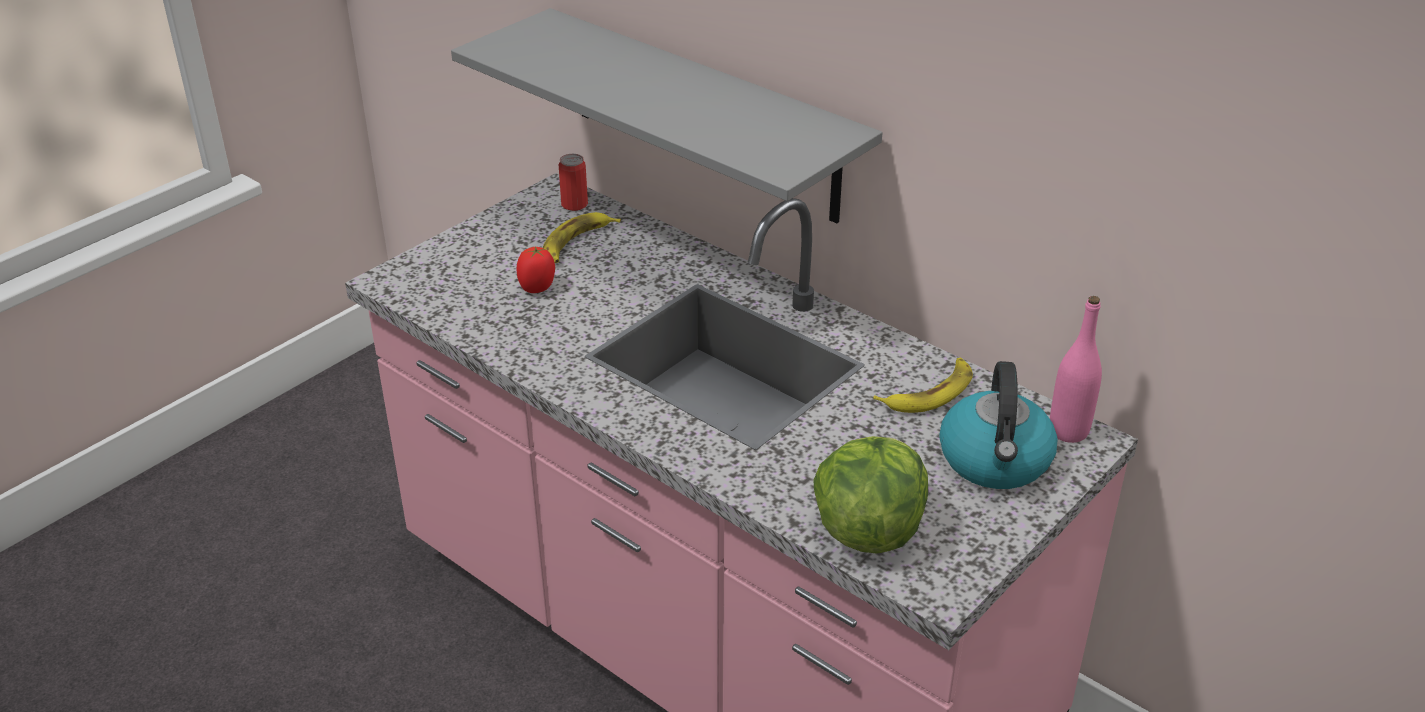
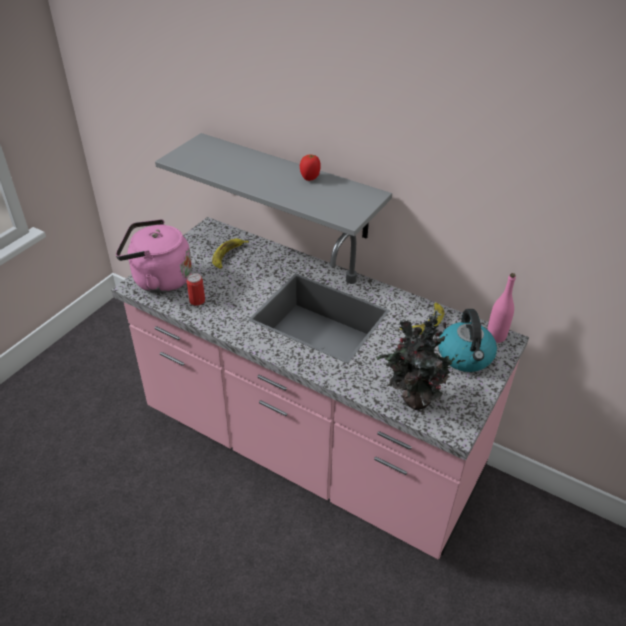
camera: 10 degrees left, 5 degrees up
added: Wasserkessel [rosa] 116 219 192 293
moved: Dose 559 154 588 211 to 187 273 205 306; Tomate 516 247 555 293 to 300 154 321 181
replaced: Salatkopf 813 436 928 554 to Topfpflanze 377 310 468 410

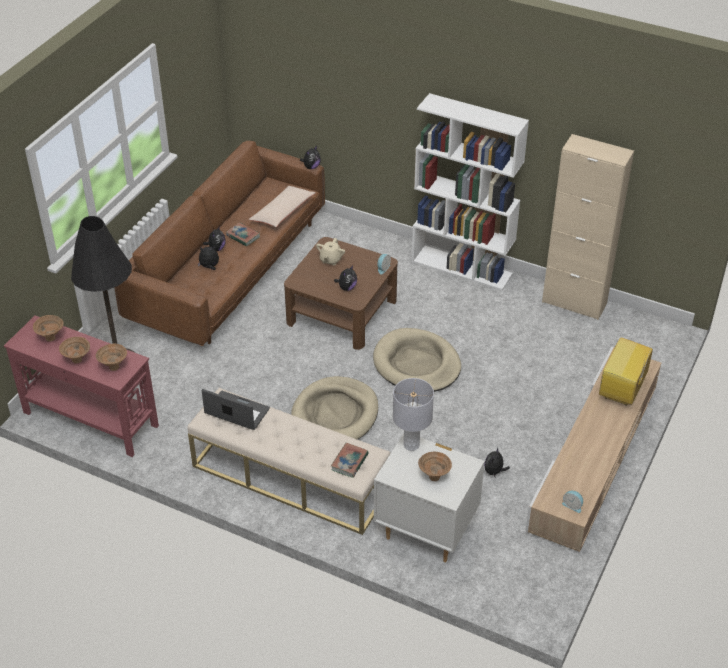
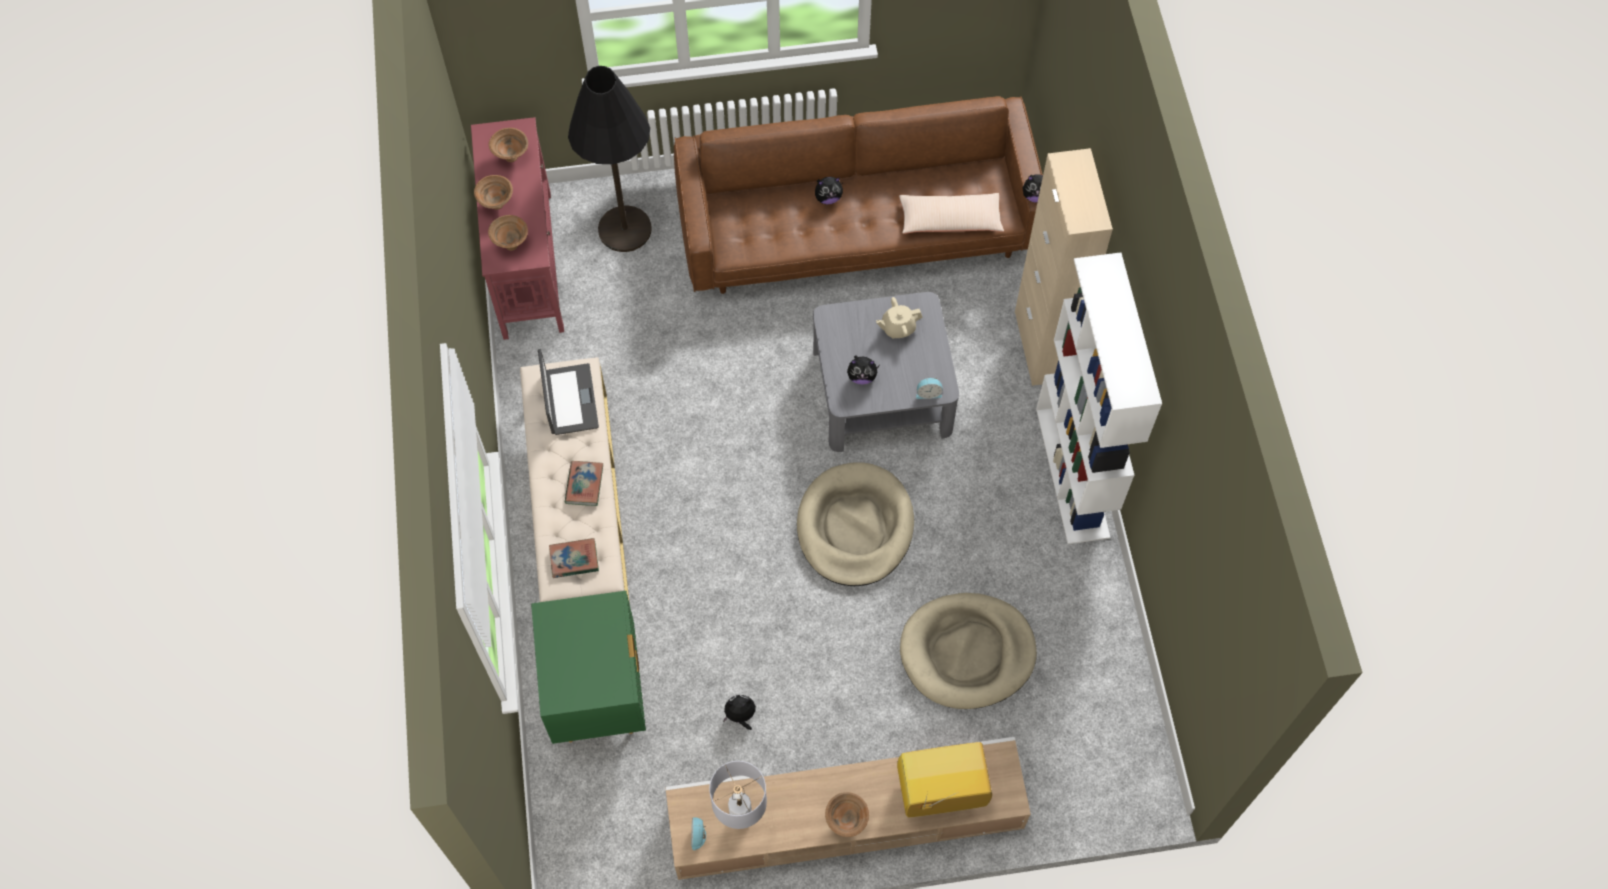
camera: 55 degrees right, 20 degrees up
removed: Plüschtier 198 246 219 270
moved: Buch 226 223 260 247 to 565 461 603 506; Tischlampe [grau] 393 378 434 451 to 709 761 767 829; Schüssel [braun] 418 452 452 481 to 825 792 869 837; Hundebett [beige] 291 376 378 440 to 900 593 1037 709; Schrank [beige] 542 134 634 320 to 1015 148 1113 386
recoloured: Nachttisch [weiß] 374 434 485 562 to Nachttisch [grün] 531 591 646 744; Couchtisch [braun] 284 237 398 350 to Couchtisch [grau] 813 292 959 452

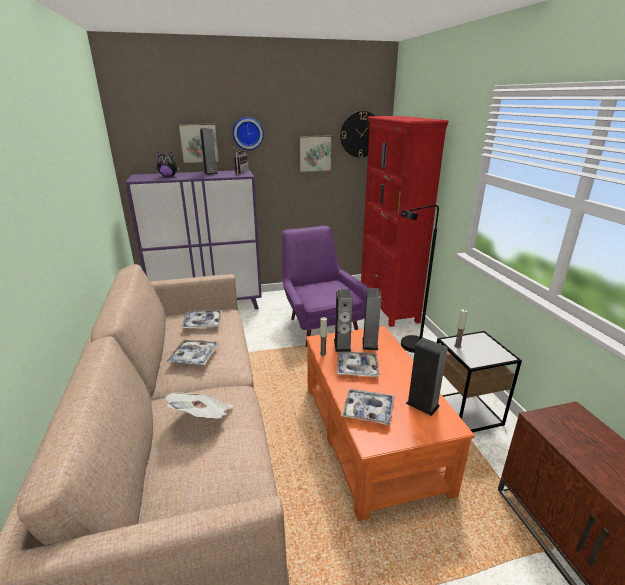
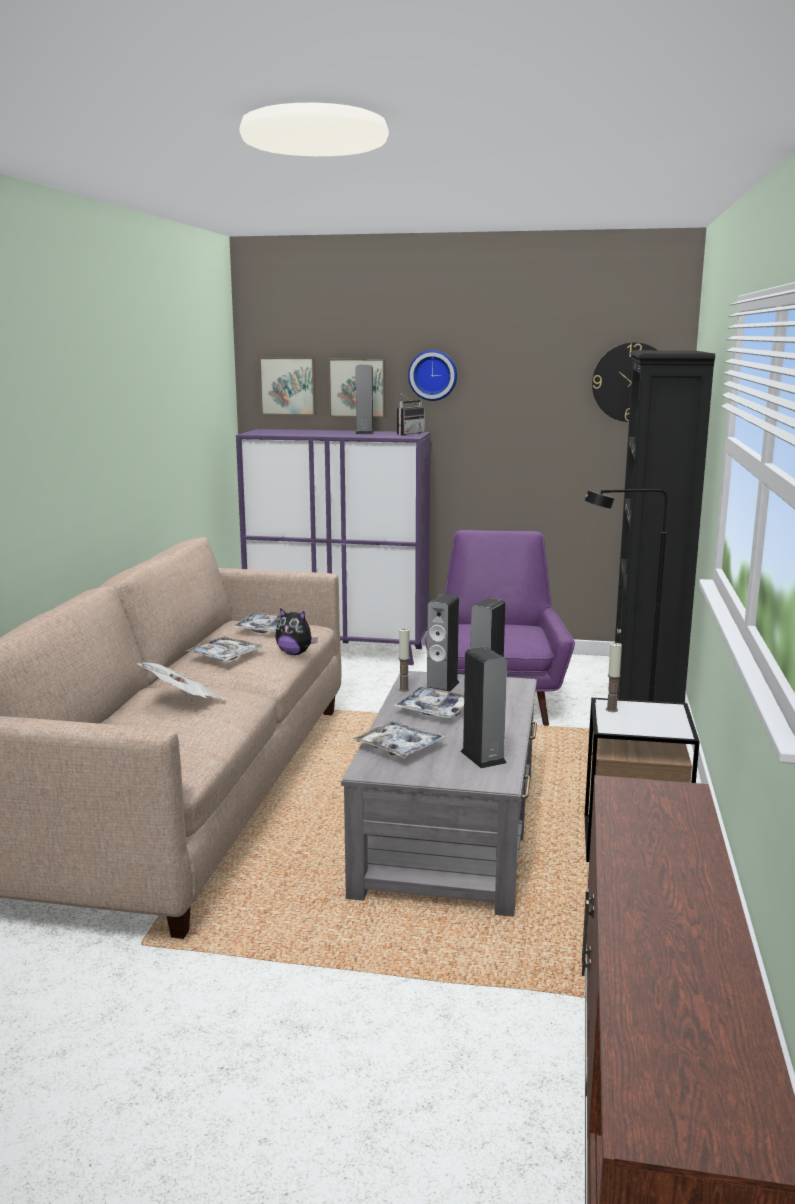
camera: 25 degrees right, 10 degrees down
moved: Bild 298 135 332 172 to 259 357 316 416; Plüschtier 157 152 180 177 to 275 608 318 655
recoloured: Couchtisch [orange] 306 326 475 521 to Couchtisch [grau] 341 671 537 917; Bücherregal [rot] 361 116 449 327 to Bücherregal [schwarz] 615 350 715 703

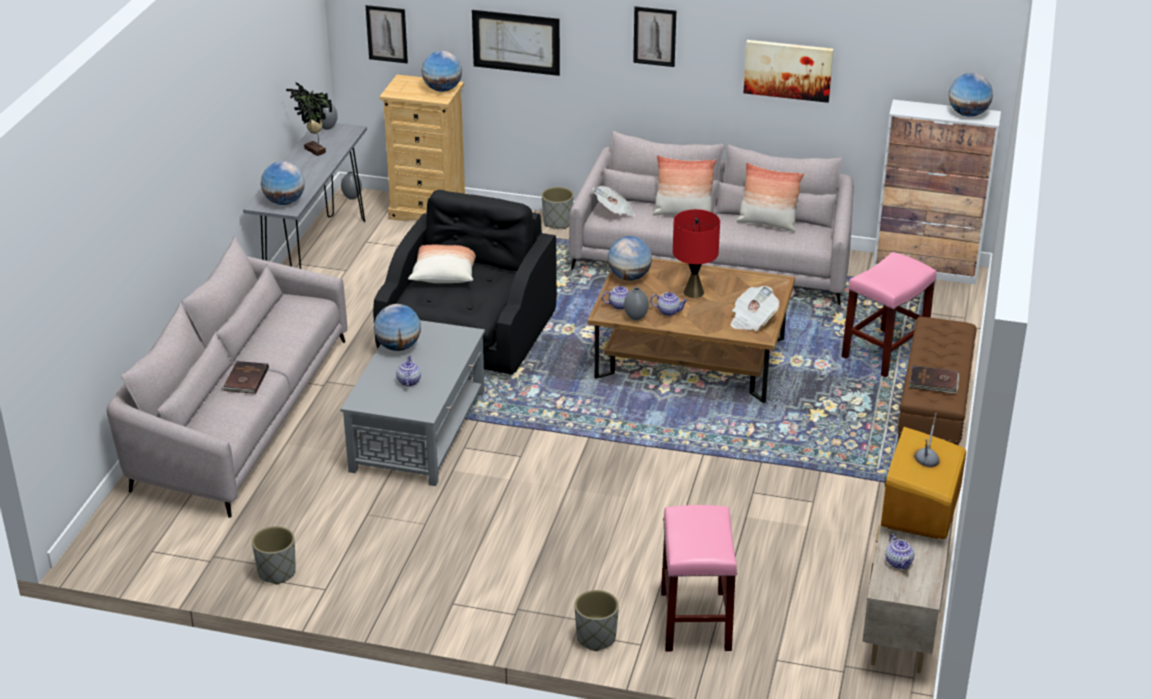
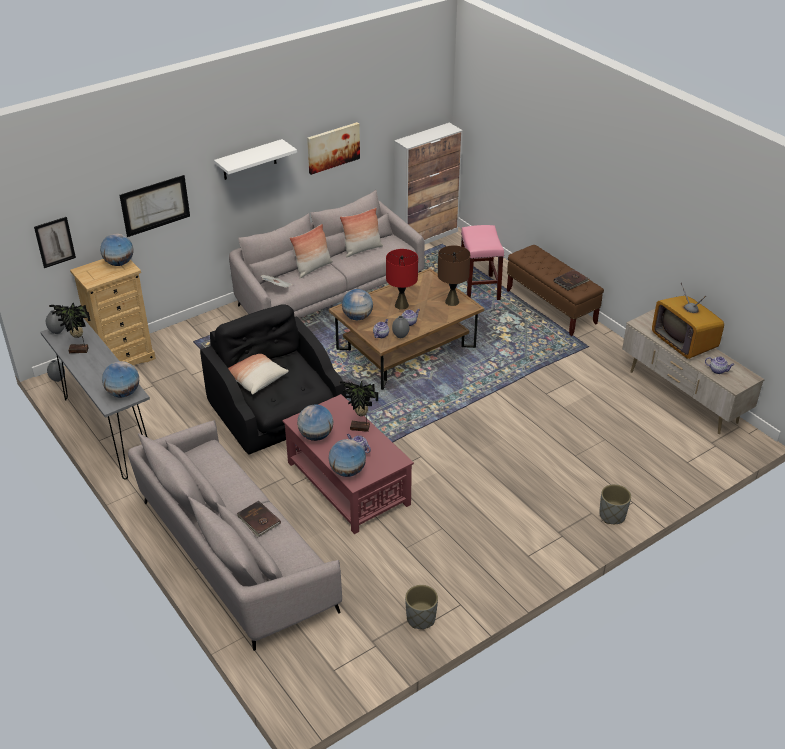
camera: 50 degrees left, 5 degrees up
removed: Pflanzkübel [grau] 542 187 574 229; Hocker [rosa] 661 505 737 652
added: Topfpflanze 340 380 378 432
moved: Globus 949 73 993 117 to 328 439 366 477
replaced: Bild 633 6 676 67 to Wandregal [weiß] 214 139 297 180; Zeitung 730 286 779 331 to Tischlampe [braun] 438 245 470 306
recoloured: Couchtisch [grau] 340 320 485 486 to Couchtisch [rot] 282 394 414 534

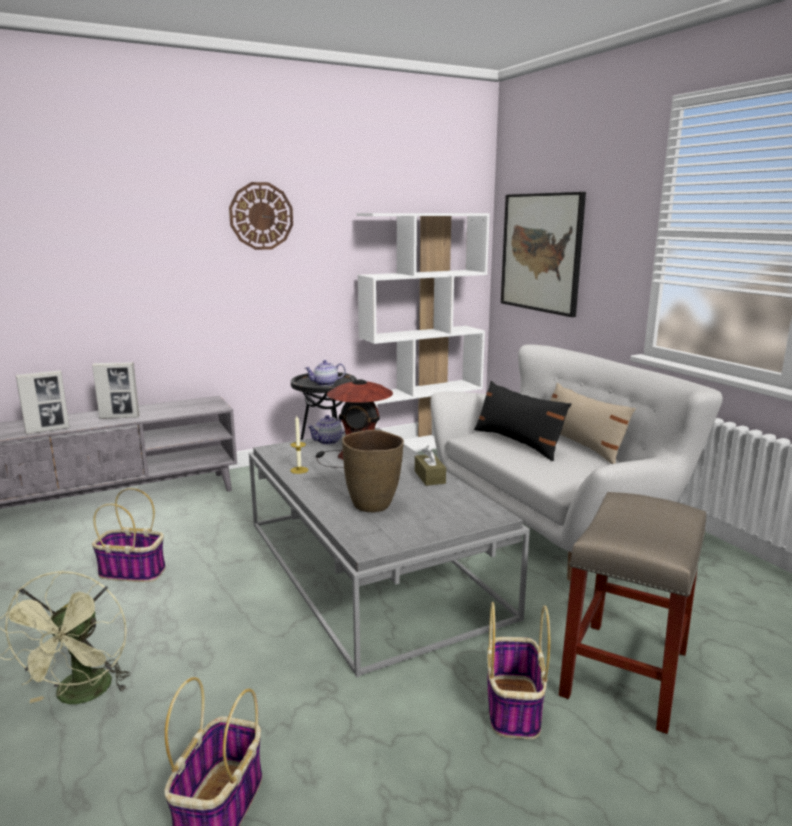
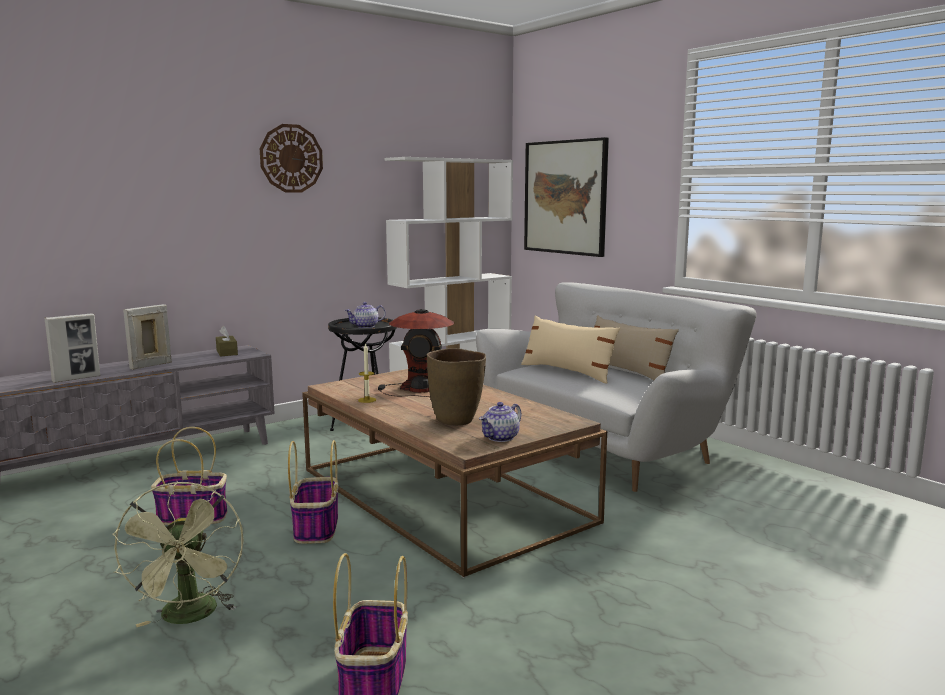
camera: 10 degrees left, 5 degrees down
removed: Hocker [beige] 559 492 706 734
moved: Taschentuchbox [braun] 415 446 446 486 to 216 326 238 357; Korb 487 602 550 739 to 288 440 339 544; Teekanne 307 415 345 445 to 479 402 521 442
recoloured: Couchtisch [grau] 249 428 530 677 to Couchtisch [braun] 302 369 607 578; Kissen [schwarz] 474 381 571 461 to Kissen [beige] 521 315 620 384
turned: Bilderrahmen 92 362 139 419 = 123 304 172 370 150 degrees clockwise

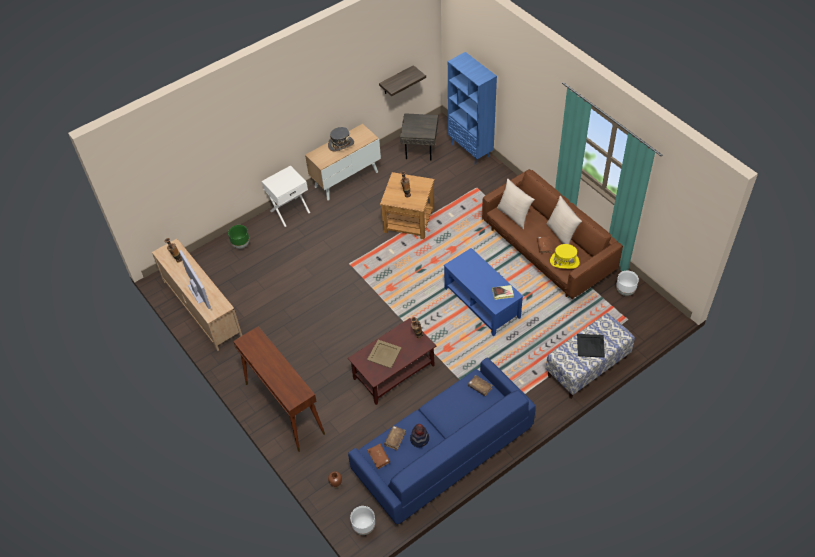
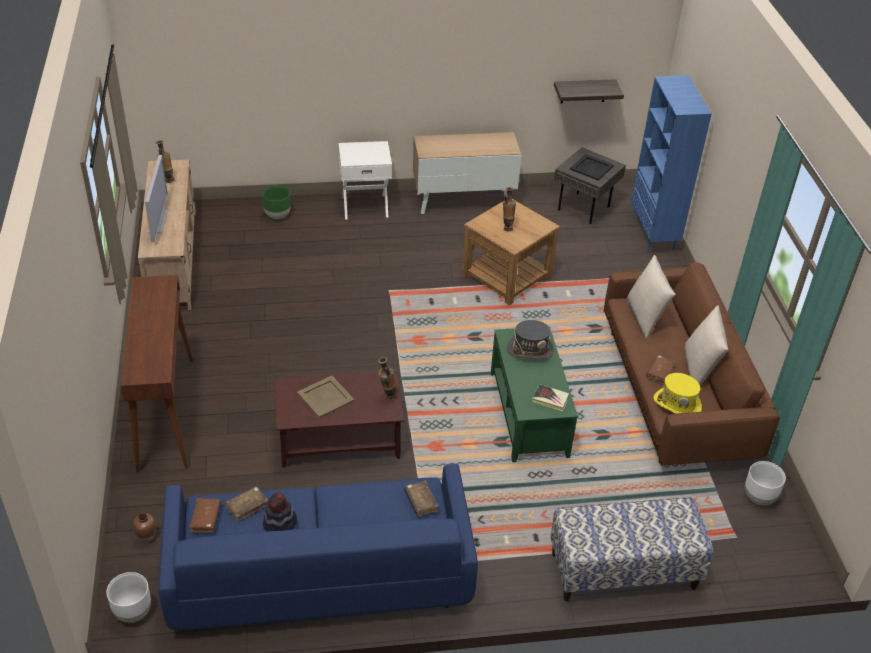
camera: 25 degrees right, 10 degrees down
moved: Hut [grau] 328 127 354 151 to 507 320 554 359; Tablett [schwarz] 577 334 605 358 to 570 154 614 181
recoloured: Couchtisch [blau] 444 248 523 336 to Couchtisch [grün] 491 326 578 462

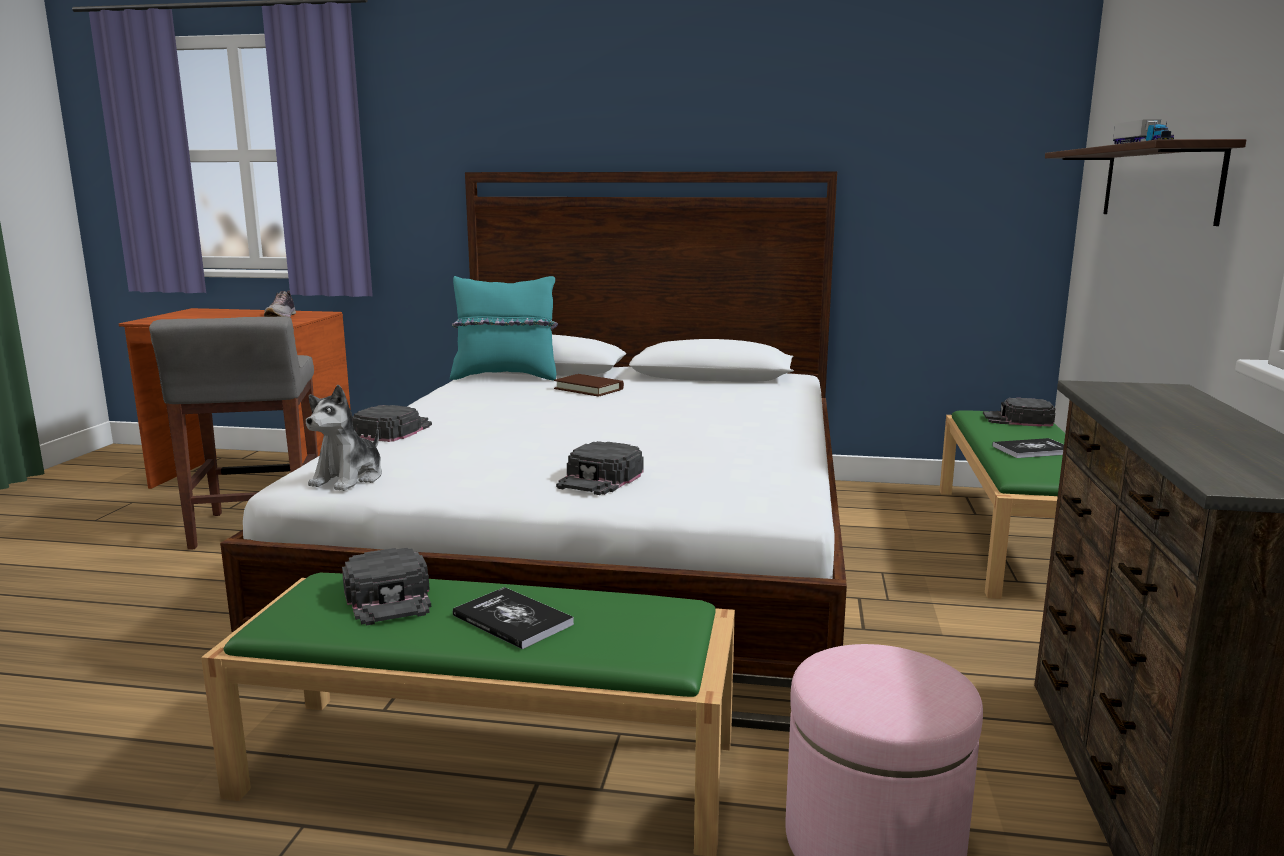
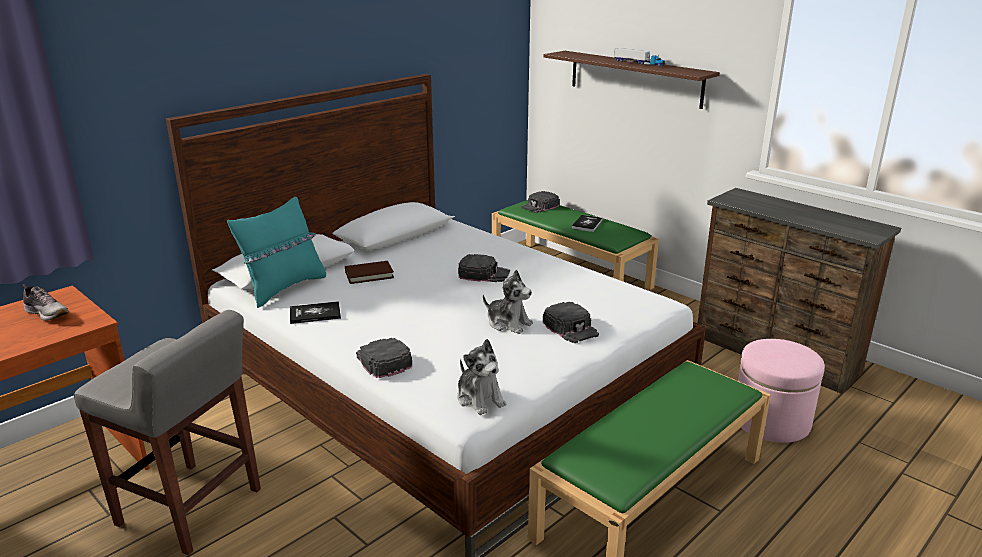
camera: 55 degrees left, 10 degrees up
added: Plüschtier 483 270 533 334
moved: Buch 453 587 574 649 to 290 301 341 324; Kappe [schwarz] 342 548 431 626 to 458 254 510 282

